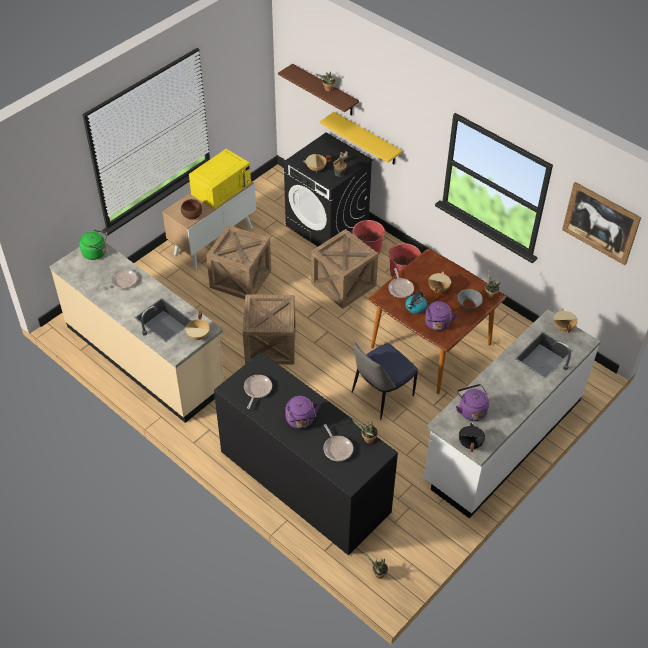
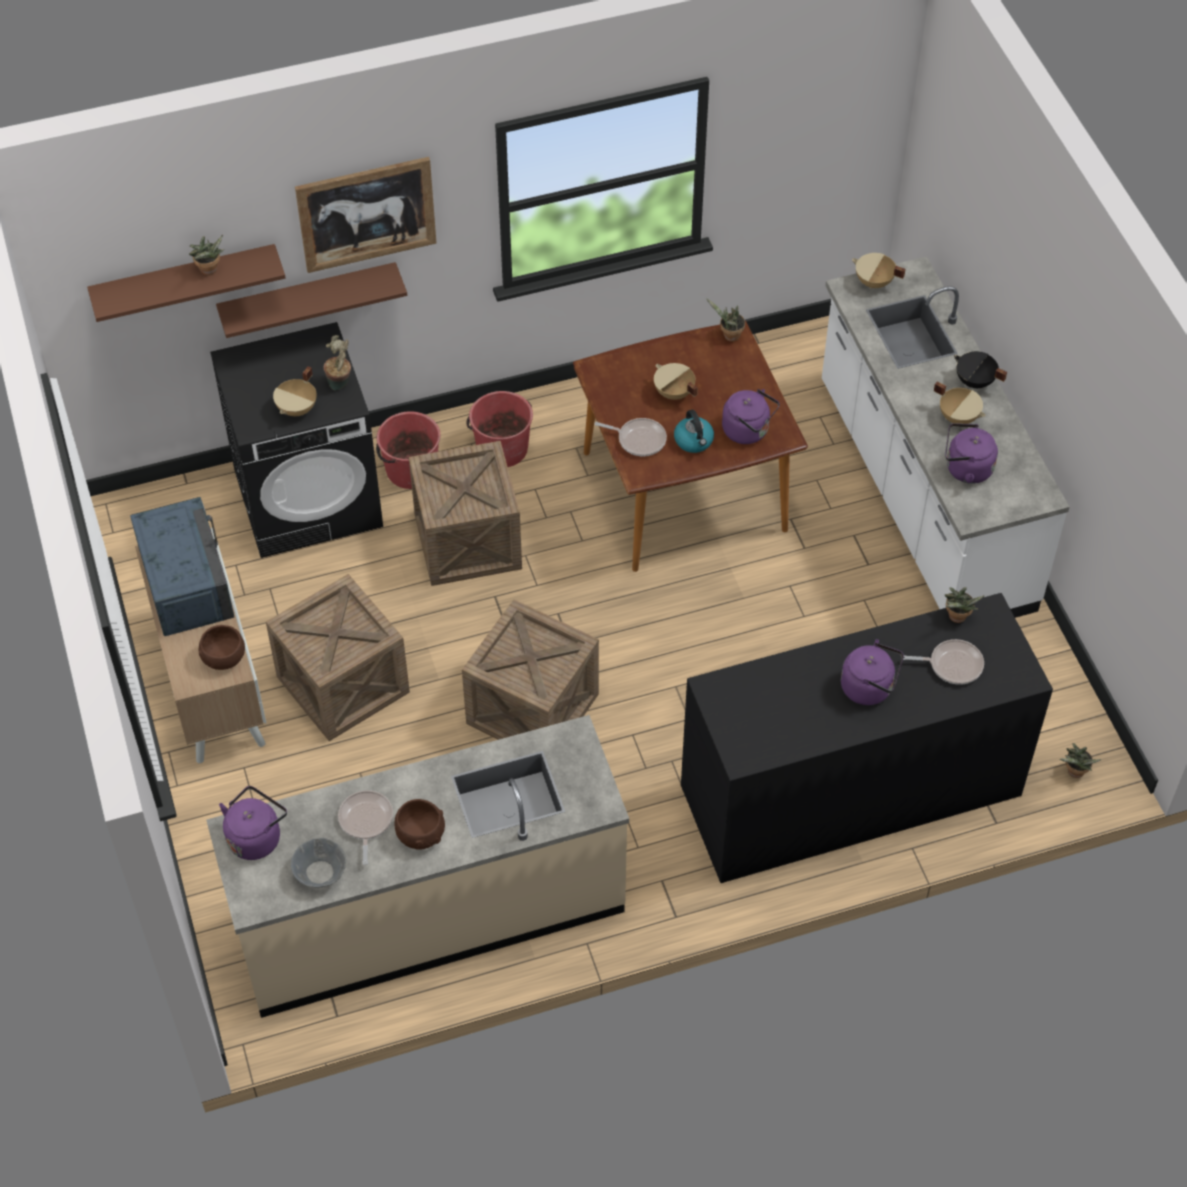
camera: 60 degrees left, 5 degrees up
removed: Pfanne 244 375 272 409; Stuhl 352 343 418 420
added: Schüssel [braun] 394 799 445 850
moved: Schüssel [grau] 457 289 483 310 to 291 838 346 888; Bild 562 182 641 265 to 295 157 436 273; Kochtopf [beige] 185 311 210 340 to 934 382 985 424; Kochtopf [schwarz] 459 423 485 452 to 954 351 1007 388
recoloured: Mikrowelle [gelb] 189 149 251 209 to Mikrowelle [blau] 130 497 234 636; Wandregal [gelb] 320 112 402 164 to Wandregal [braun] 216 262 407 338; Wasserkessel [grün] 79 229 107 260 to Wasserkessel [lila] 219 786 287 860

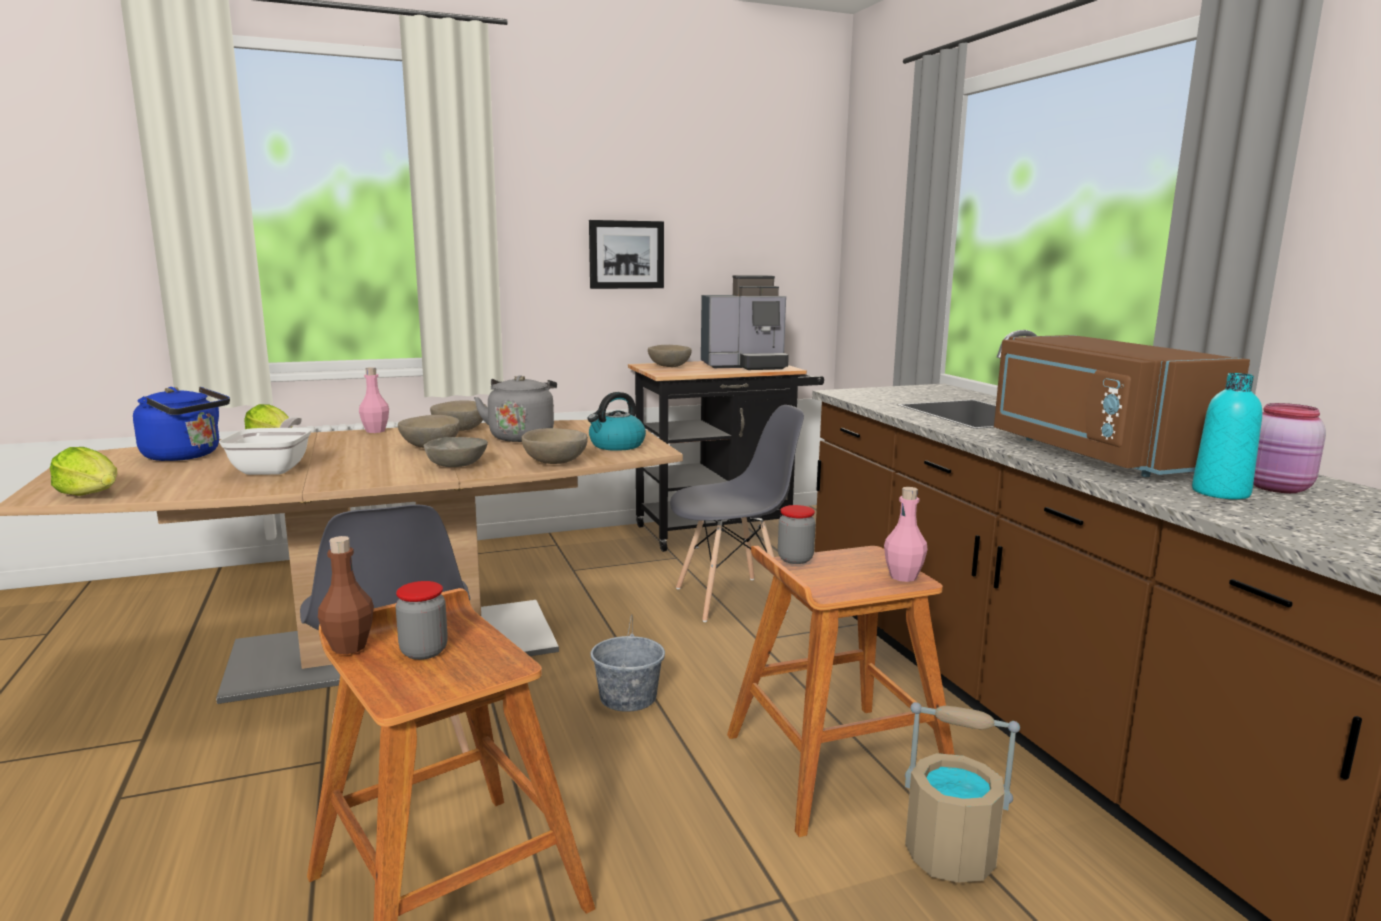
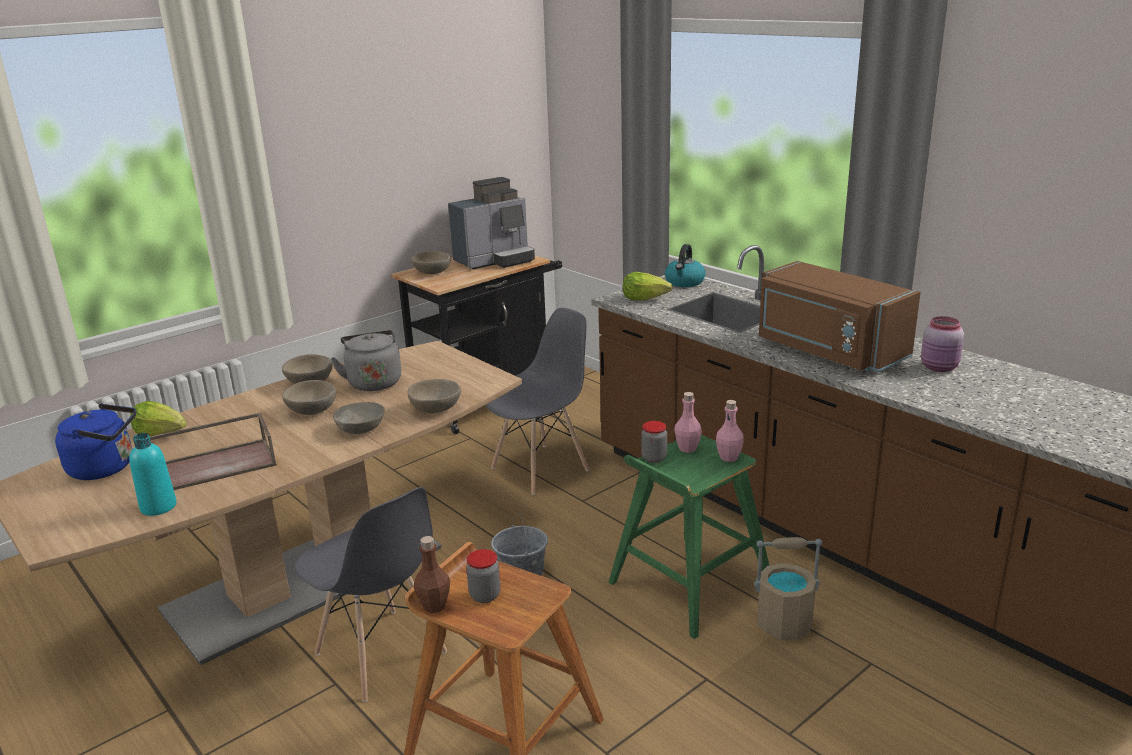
camera: 20 degrees left, 10 degrees up
removed: Bild 589 220 664 289
moved: Flasche [türkis] 1192 373 1262 499 to 129 433 176 516; Salatkopf 50 447 117 496 to 623 272 673 300; Wasserkessel 587 392 646 451 to 665 244 706 287; Flasche [rosa] 359 367 389 433 to 674 392 702 453
replaced: Pfanne 219 417 312 475 to Tablett [braun] 150 412 277 490
recoloured: Hocker [braun] 727 546 955 837 to Hocker [grün] 608 435 769 639

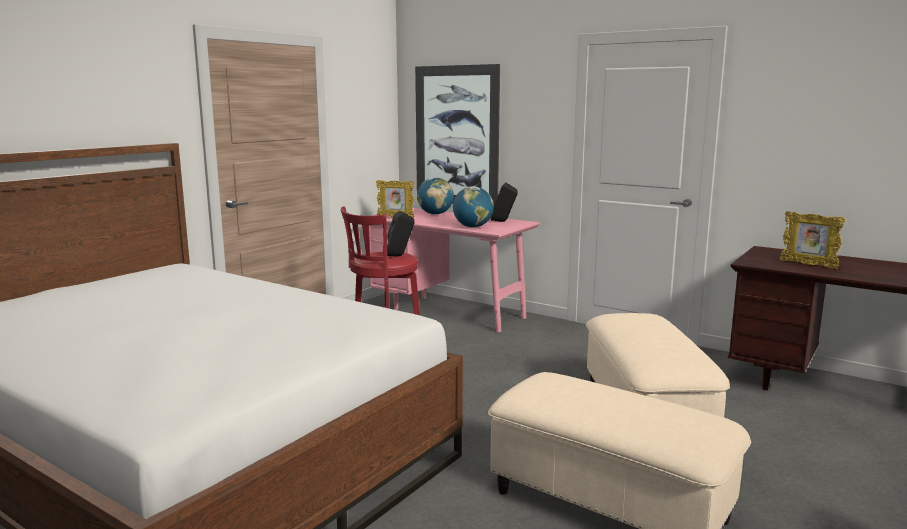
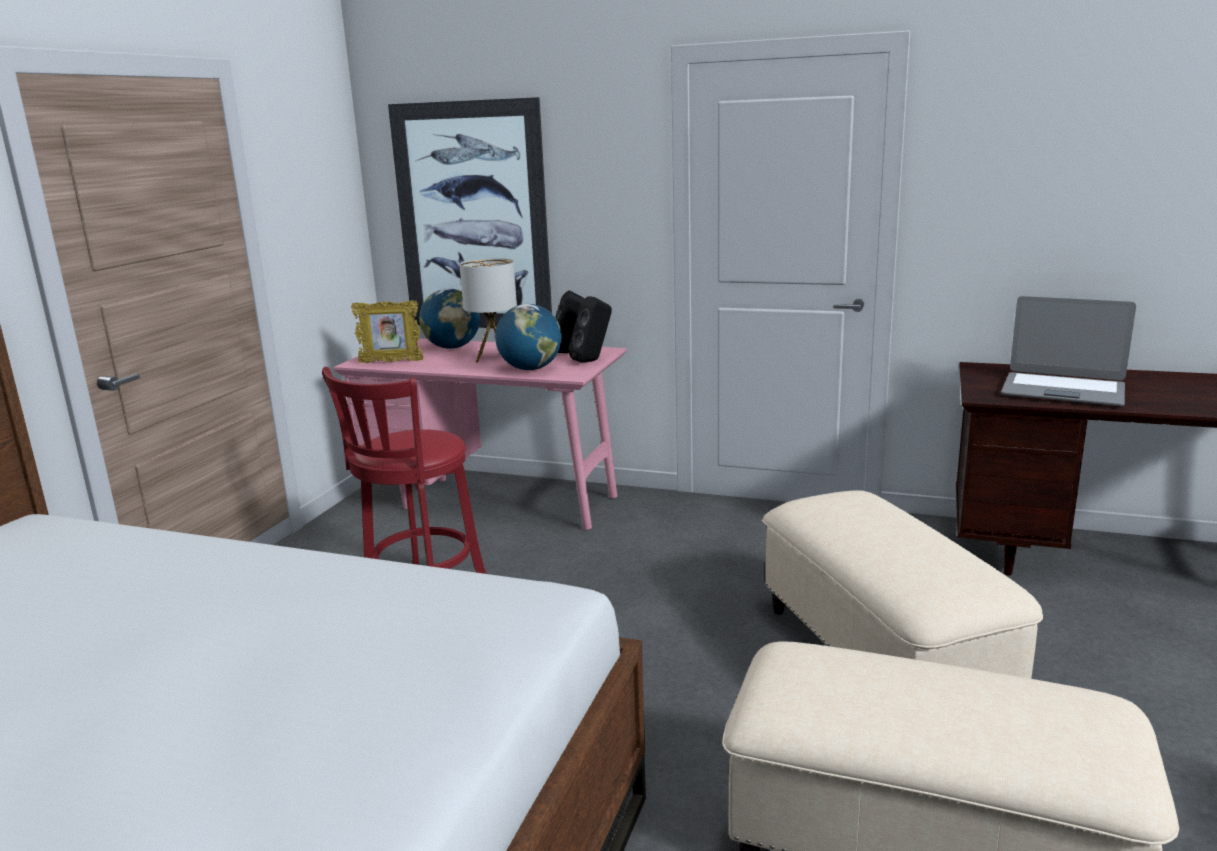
camera: 15 degrees left, 5 degrees up
added: Tischlampe 459 258 517 363
moved: Lautsprecher [schwarz] 383 211 414 257 to 568 296 612 363
replaced: Bilderrahmen 780 211 845 269 to Laptop 1001 296 1136 406

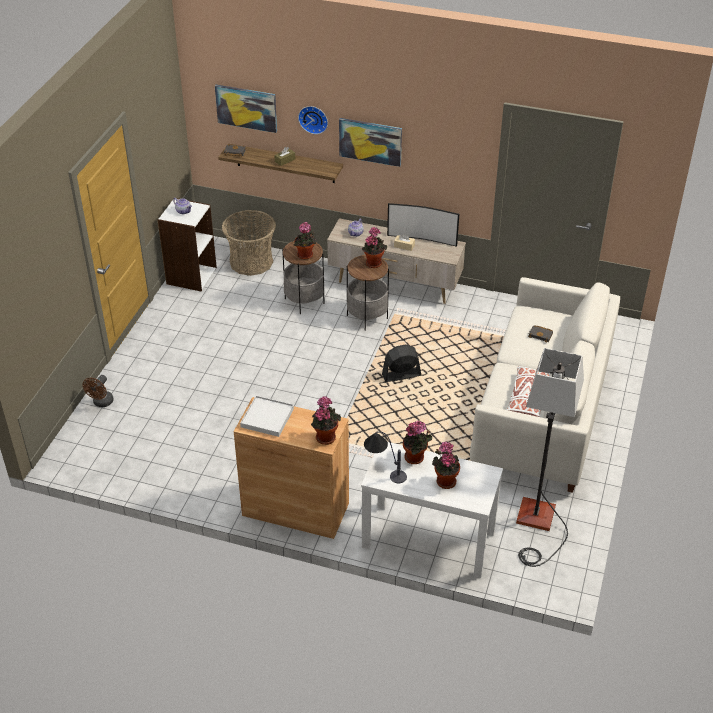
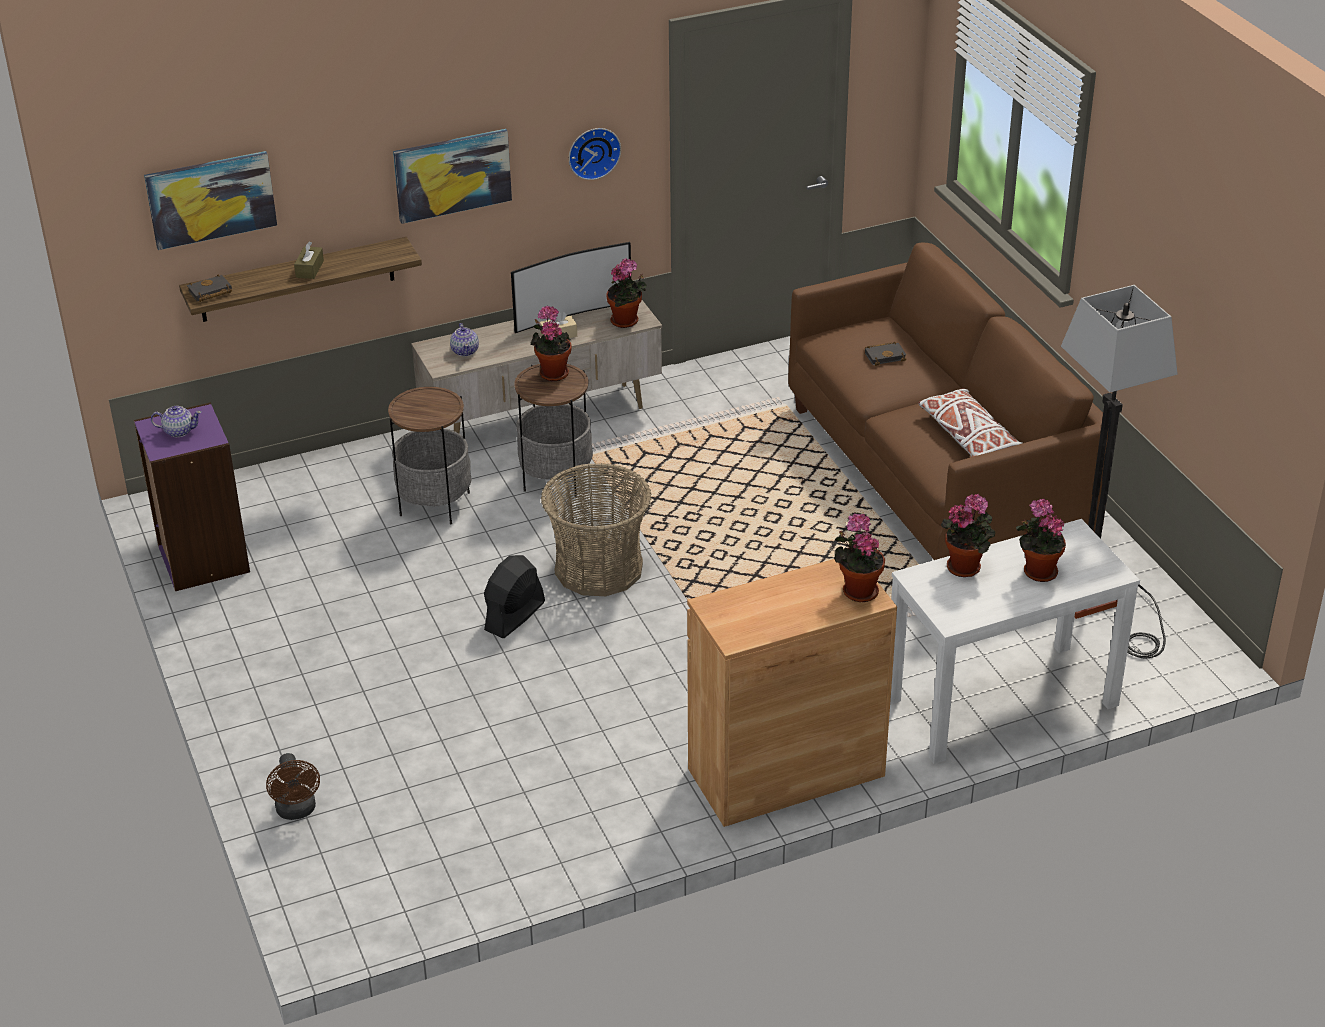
camera: 40 degrees left, 5 degrees down
removed: Tablett [weiß] 240 396 294 437; Tischlampe 364 431 407 483
moved: Ventilator [schwarz] 382 344 421 382 to 484 555 545 638; Korb 222 210 276 276 to 541 463 651 596; Wanduhr 298 106 328 134 to 569 128 621 180; Topfpflanze 294 222 316 260 to 606 258 647 328
recoloured: Bücherregal [weiß] 158 198 217 292 to Bücherregal [lila] 134 402 250 591; Sofa [weiß] 470 277 620 493 to Sofa [braun] 788 243 1108 560

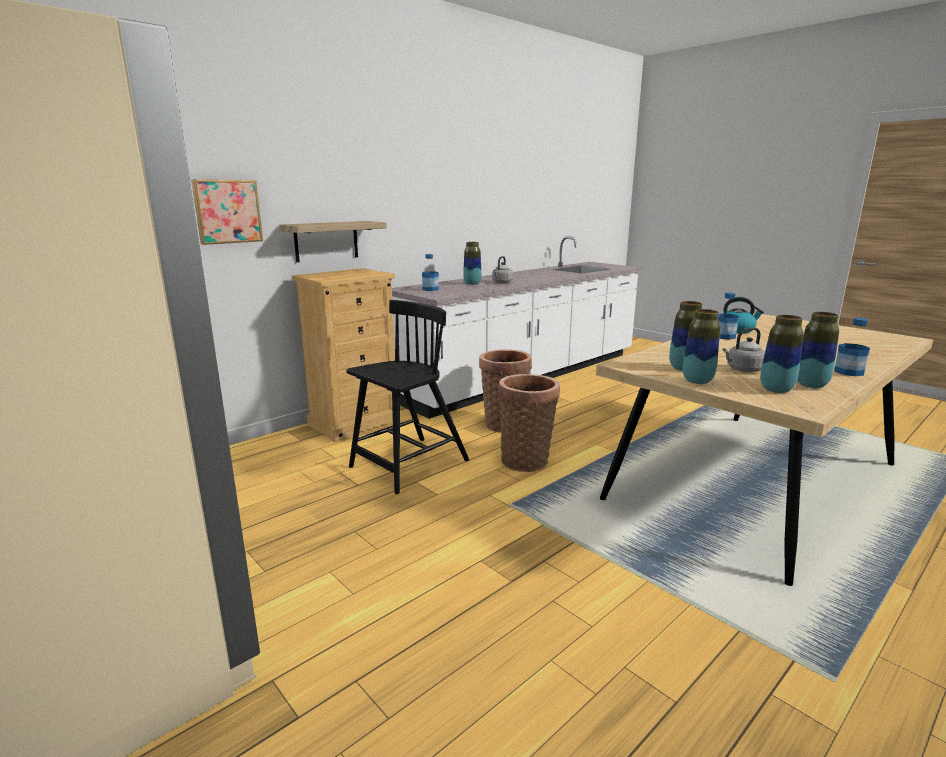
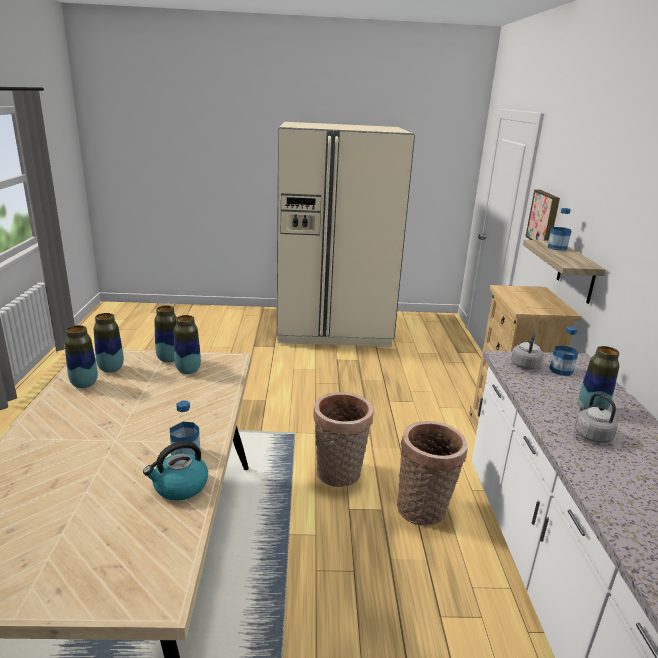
camera: 130 degrees right, 5 degrees up
removed: Stuhl [schwarz] 346 300 469 494
moved: Wasserkessel [grau] 723 327 765 372 to 511 331 544 370; Flasche 835 318 870 376 to 548 208 571 251

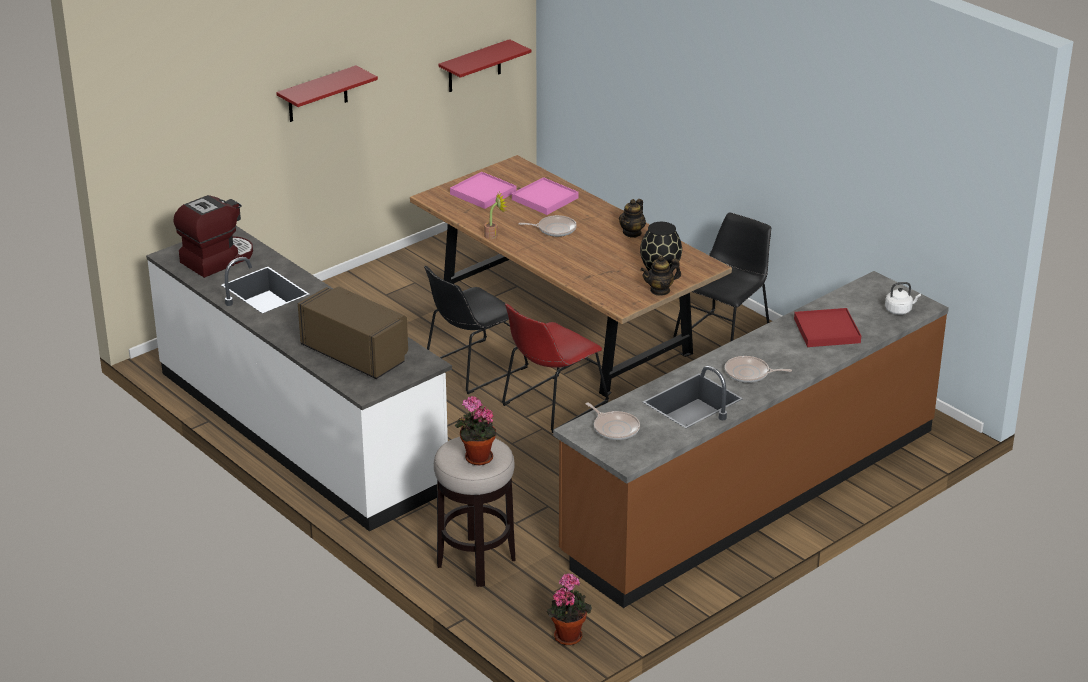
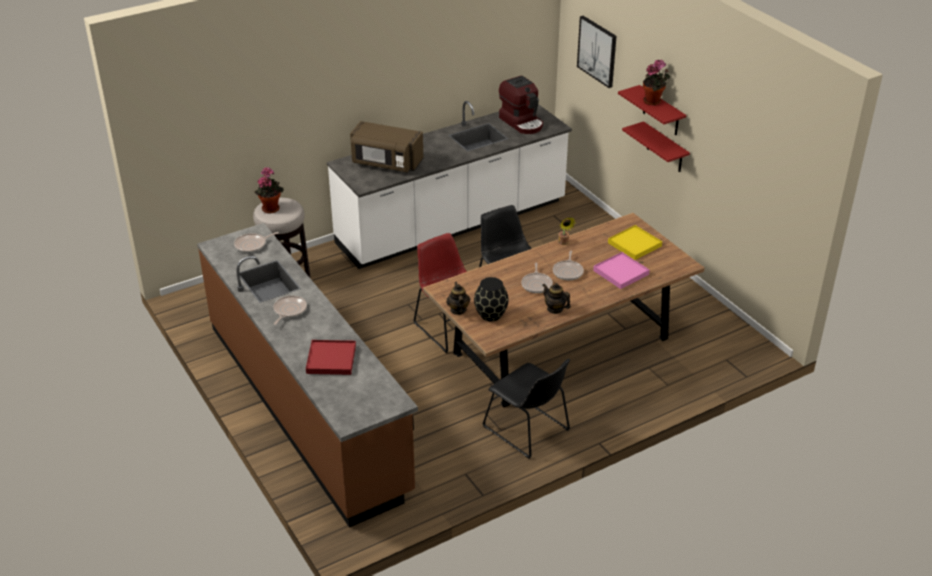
camera: 100 degrees right, 5 degrees up
removed: Wasserkessel [weiß] 885 282 921 315
added: Pfanne 521 263 553 293; Bild 577 16 616 88
moved: Wandregal [rot] 438 39 531 92 to 622 121 690 172; Topfpflanze 546 573 592 645 to 643 60 670 105
recoloured: Tablett [rosa] 450 172 516 209 to Tablett [gelb] 608 225 662 260
turned: Mikrowelle [braun] 298 286 408 379 = 350 121 423 172 60 degrees clockwise

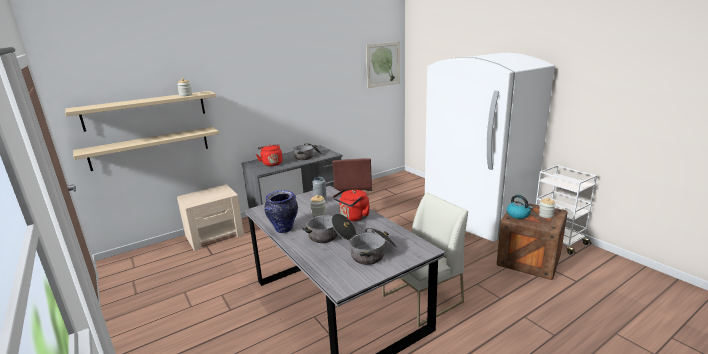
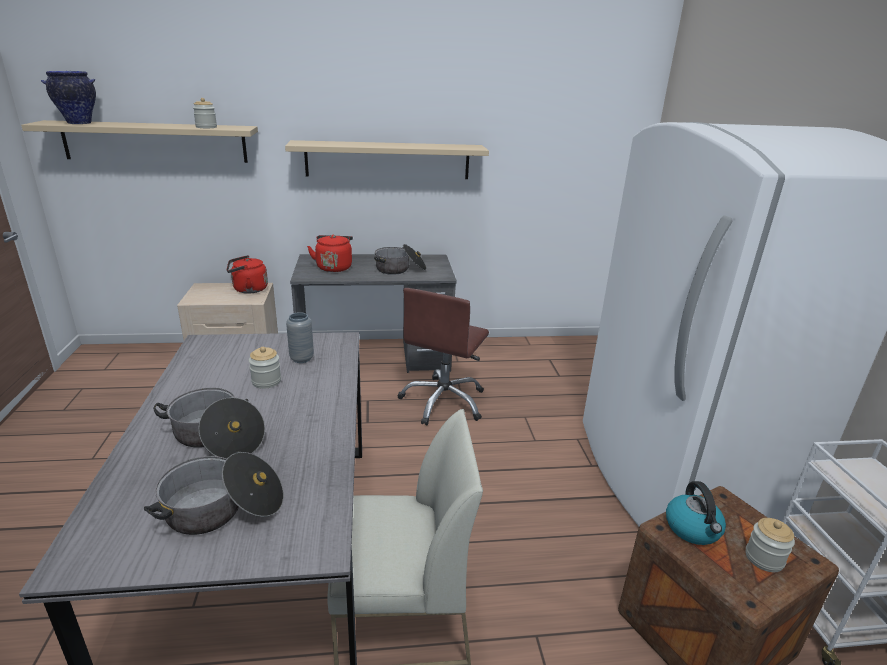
camera: 25 degrees right, 5 degrees up
removed: Bild 366 42 400 88
moved: Vase 264 191 298 233 to 41 71 96 124; Wasserkessel [rot] 333 189 370 221 to 227 255 268 294; Wandregal [beige] 73 127 219 171 to 285 140 489 179

